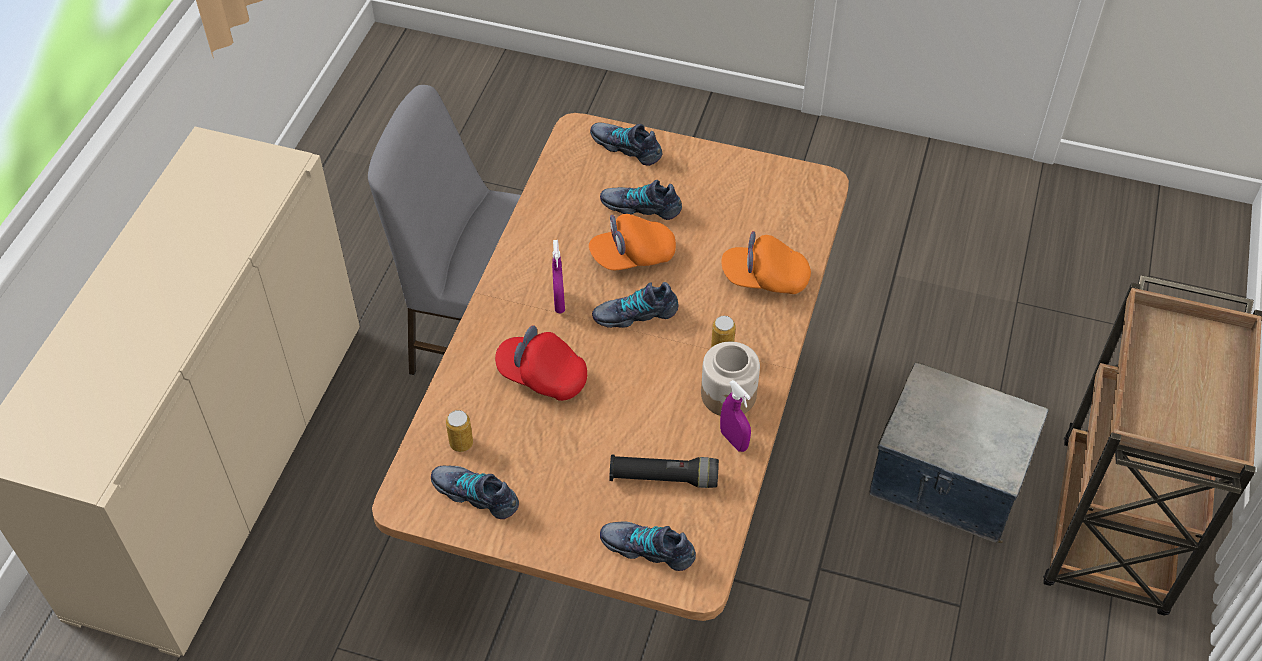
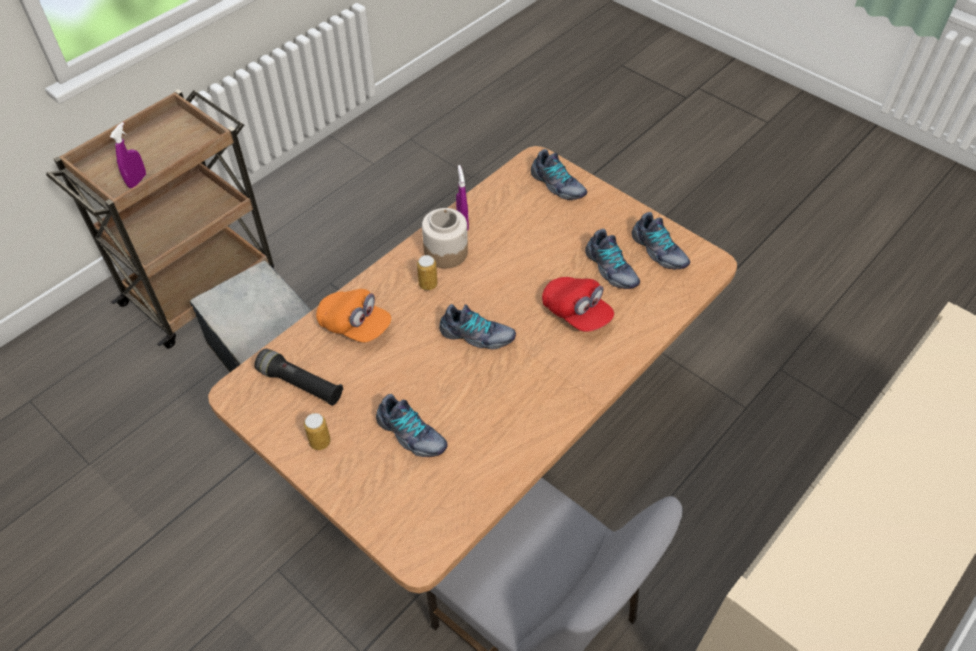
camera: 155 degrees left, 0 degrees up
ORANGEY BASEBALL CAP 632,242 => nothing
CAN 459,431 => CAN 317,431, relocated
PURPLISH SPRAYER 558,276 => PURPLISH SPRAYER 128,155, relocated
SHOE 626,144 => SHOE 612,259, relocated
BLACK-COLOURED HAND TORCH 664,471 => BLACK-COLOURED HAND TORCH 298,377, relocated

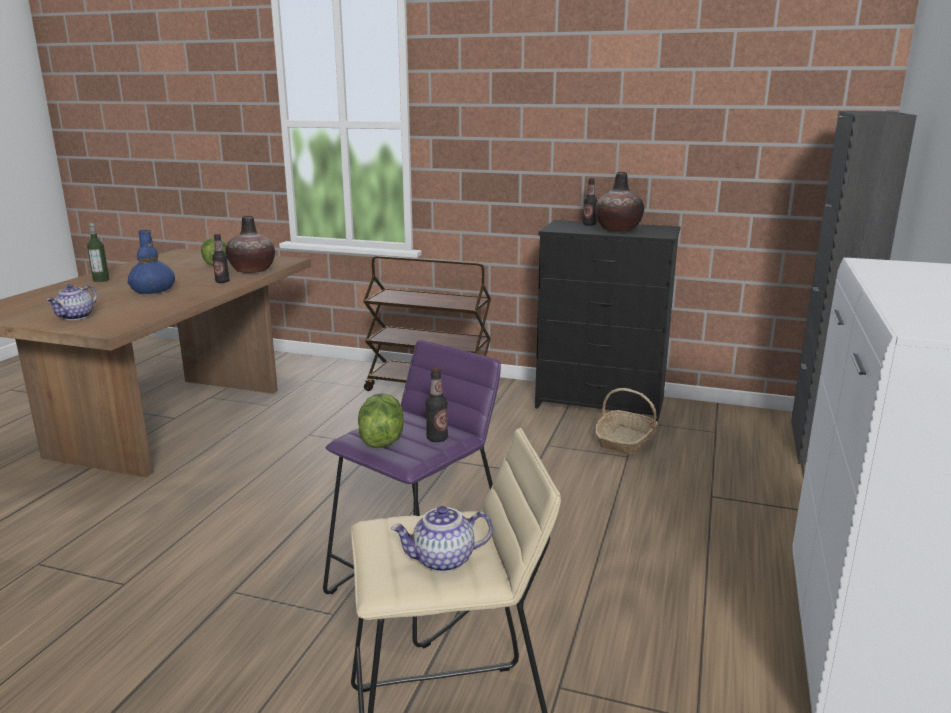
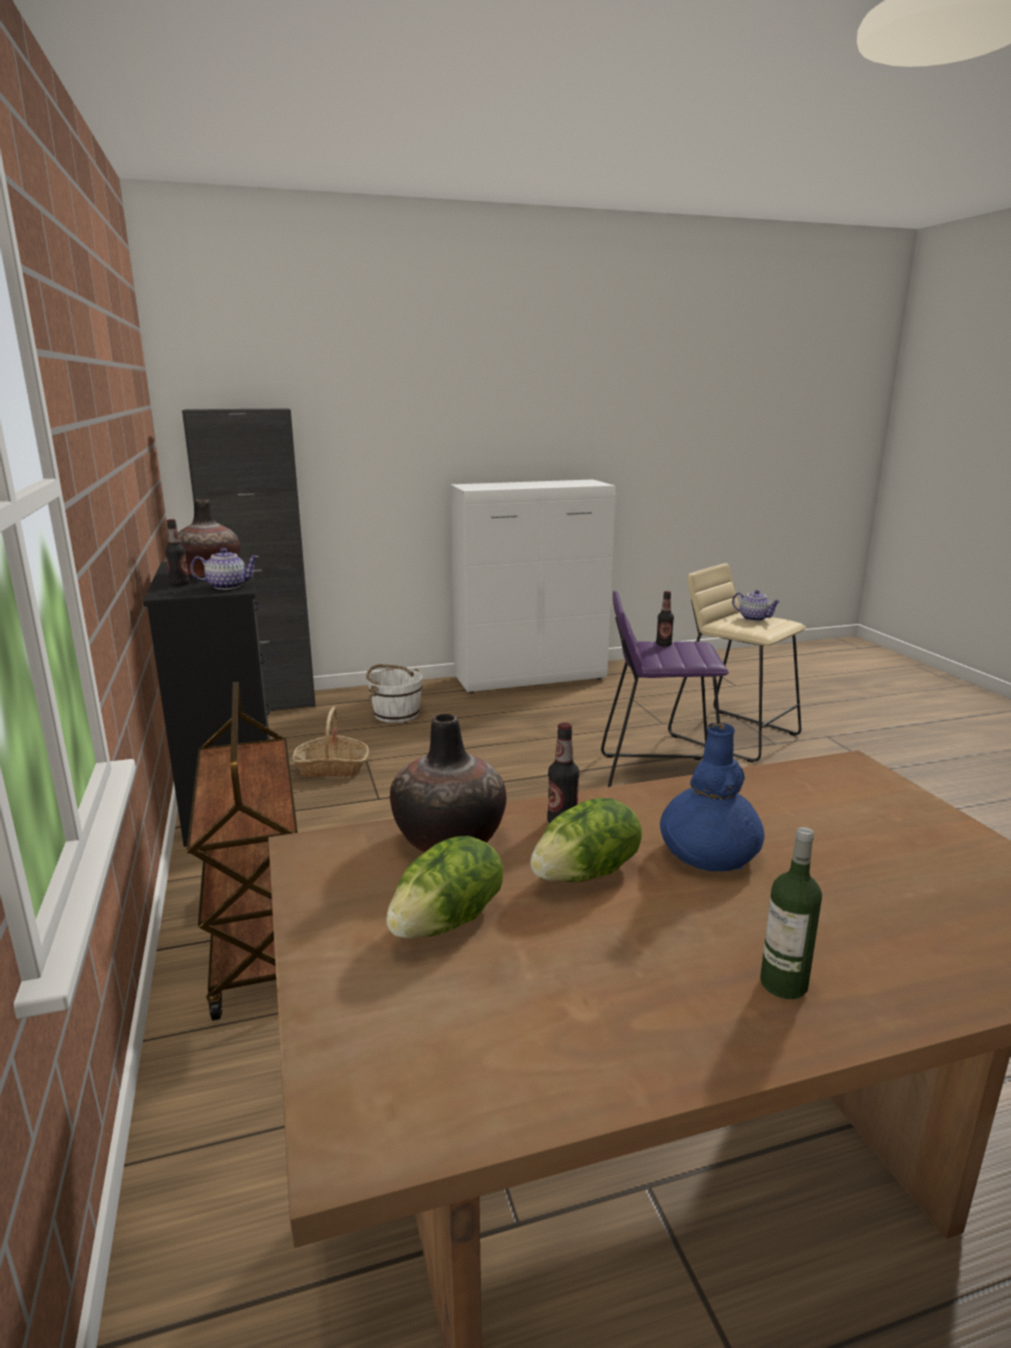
camera: 125 degrees left, 0 degrees up
nothing => WHITE BUCKET 394,693
TEAPOT 71,302 => TEAPOT 224,569, relocated
LETTUCE 381,420 => LETTUCE 586,840, relocated

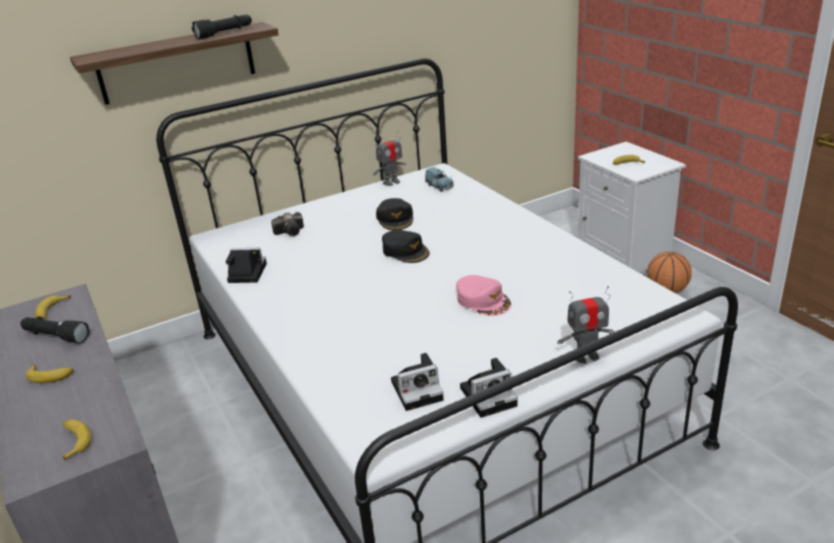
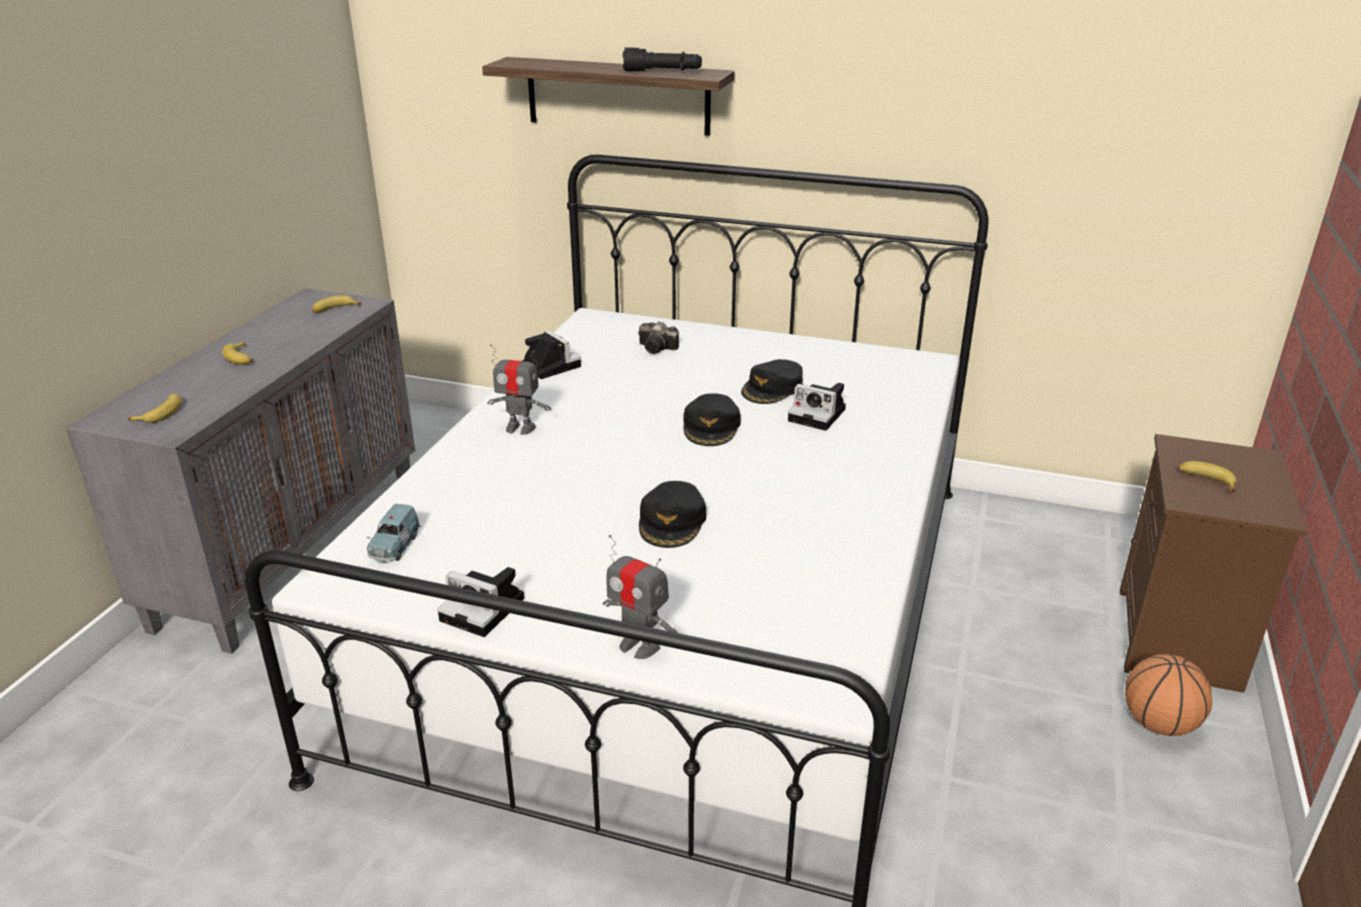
camera: 45 degrees right, 0 degrees up
BLACK-COLOURED HAND TORCH 55,330 => nothing
MODEL ROBOT 389,158 => MODEL ROBOT 519,389, relocated
PHOTO CAMERA 417,382 => PHOTO CAMERA 817,407, relocated
BLUE-COLOURED TOY CAR 439,179 => BLUE-COLOURED TOY CAR 394,533, relocated
PINK BASEBALL CAP 483,295 => BLACK-COLOURED BASEBALL CAP 672,514
WHITE BEDSIDE TABLE 632,207 => BROWN BEDSIDE TABLE 1214,563

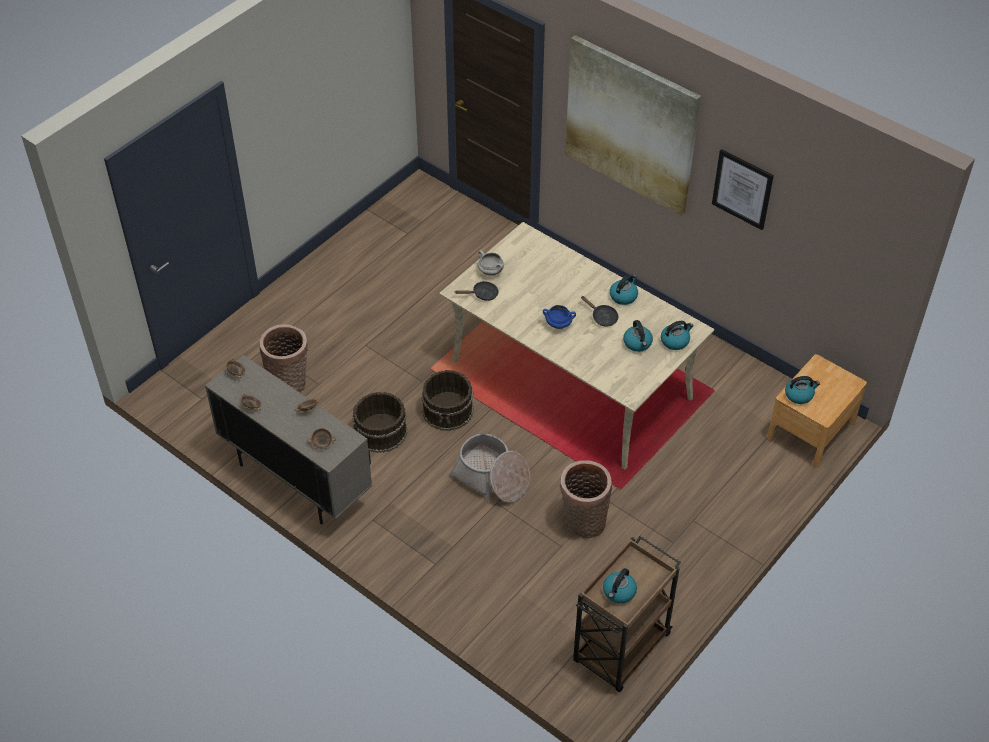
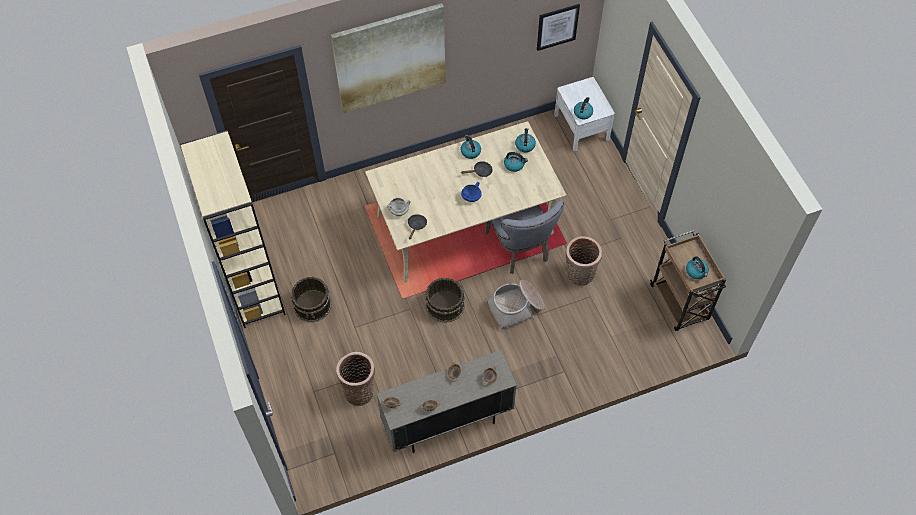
camera: 60 degrees left, 10 degrees up
nothing => BEIGE-COLOURED SHELVING UNIT 233,229
nothing => GRAY PLAIN CHAIR 524,237
BROWN BUCKET 380,422 => BROWN BUCKET 311,299, relocated
WALL ART 743,189 => WALL ART 558,27, relocated
BROWN BEDSIDE TABLE 817,411 => WHITE BEDSIDE TABLE 584,114

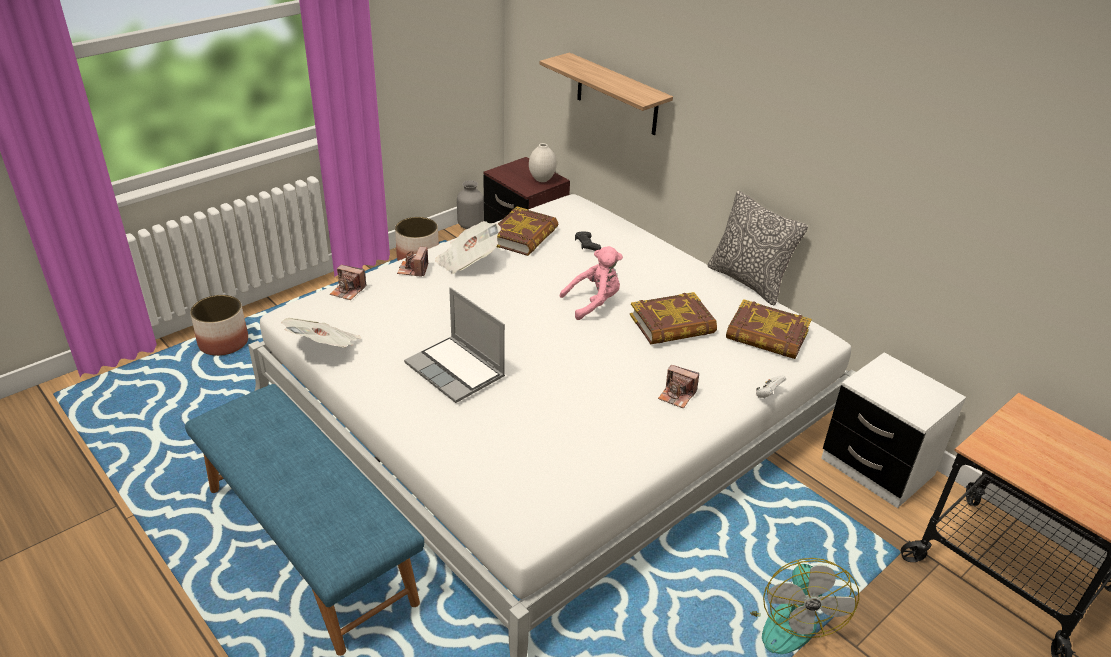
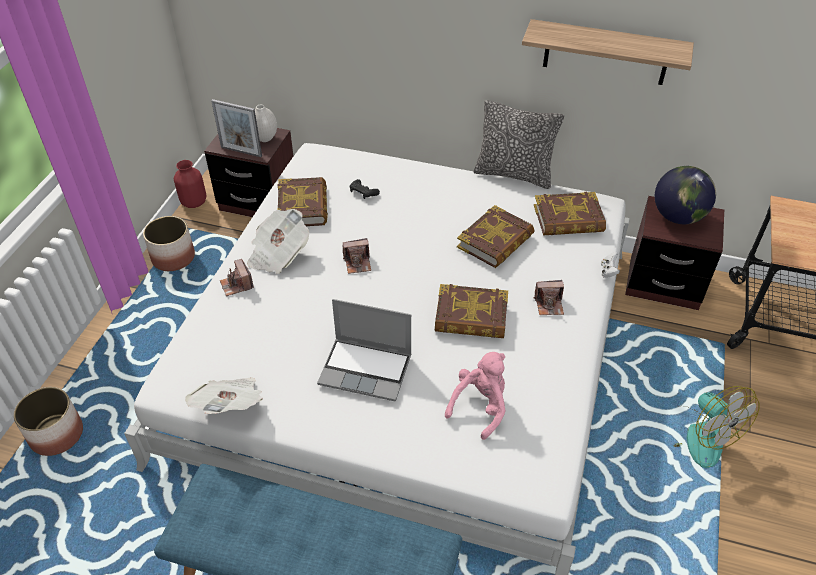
camera: 30 degrees left, 10 degrees up
nothing => PICTURE FRAME 236,128
nothing => VOLUME 471,311
nothing => DESK GLOBE 685,195
PHOTO CAMERA 348,282 => PHOTO CAMERA 356,256, relocated
BRACKET SHELF 606,94 => BRACKET SHELF 608,52, relocated
PINK PLUSH TOY 591,283 => PINK PLUSH TOY 475,396, relocated
GRAY DECORATIVE VASE 470,204 => RED-COLOURED DECORATIVE VASE 190,184
WHITE BEDSIDE TABLE 893,430 => BROWN BEDSIDE TABLE 674,253

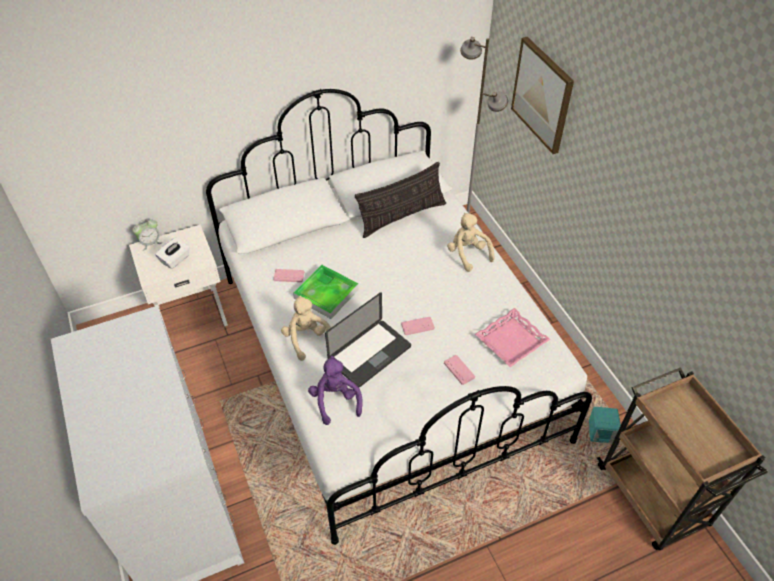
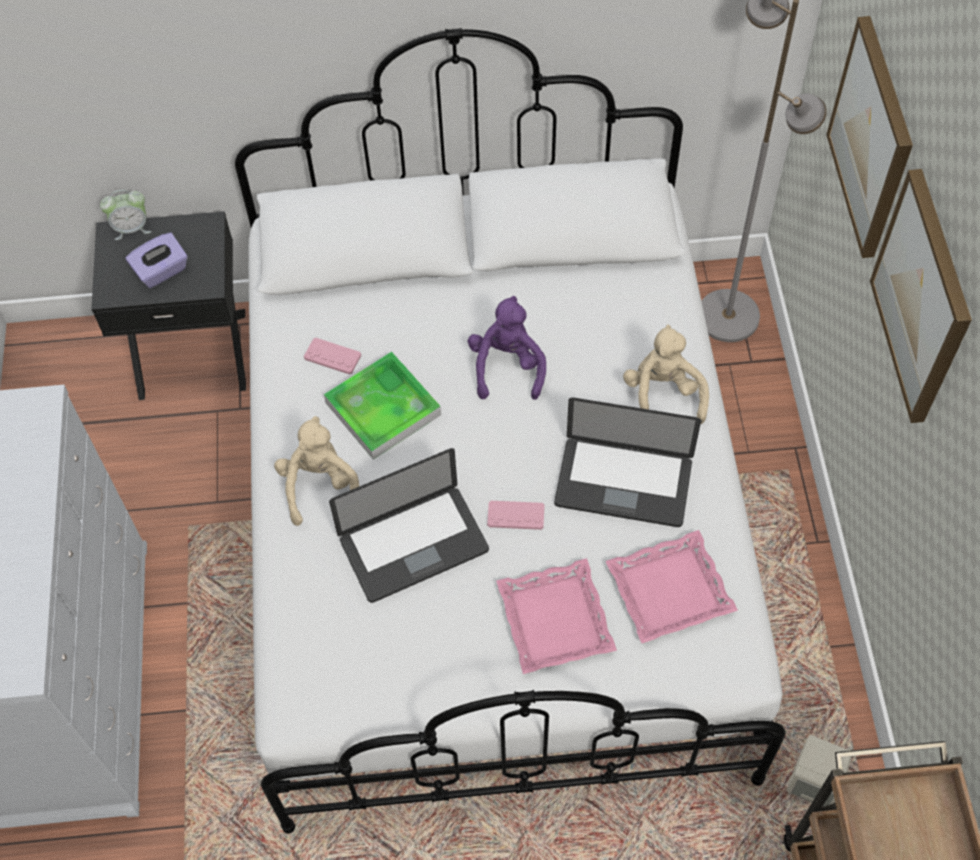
camera: 20 degrees right, 10 degrees up
CUSHION 400,200 => nothing
nothing => PORTABLE COMPUTER 627,462
nothing => WALL ART 921,296
PURPLISH PLUSH TOY 335,390 => PURPLISH PLUSH TOY 507,348, relocated
PINK GAMEPAD 459,370 => PINK SERVING TRAY 556,616
WHITE BEDSIDE TABLE 178,282 => BLACK-COLOURED BEDSIDE TABLE 168,305
WHITE TISSUE BOX 172,253 => PURPLISH TISSUE BOX 157,260
TURQUOISE-COLOURED SPEAKER 605,425 => BEIGE-COLOURED SPEAKER 819,771

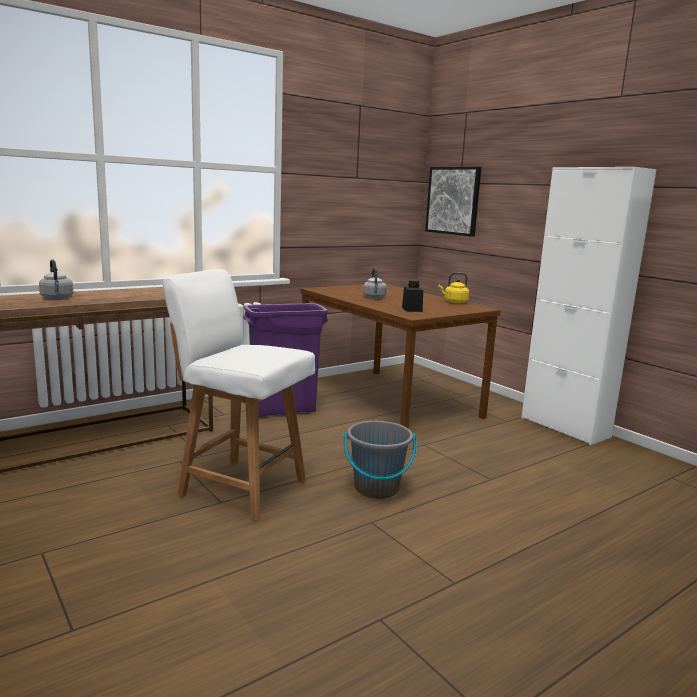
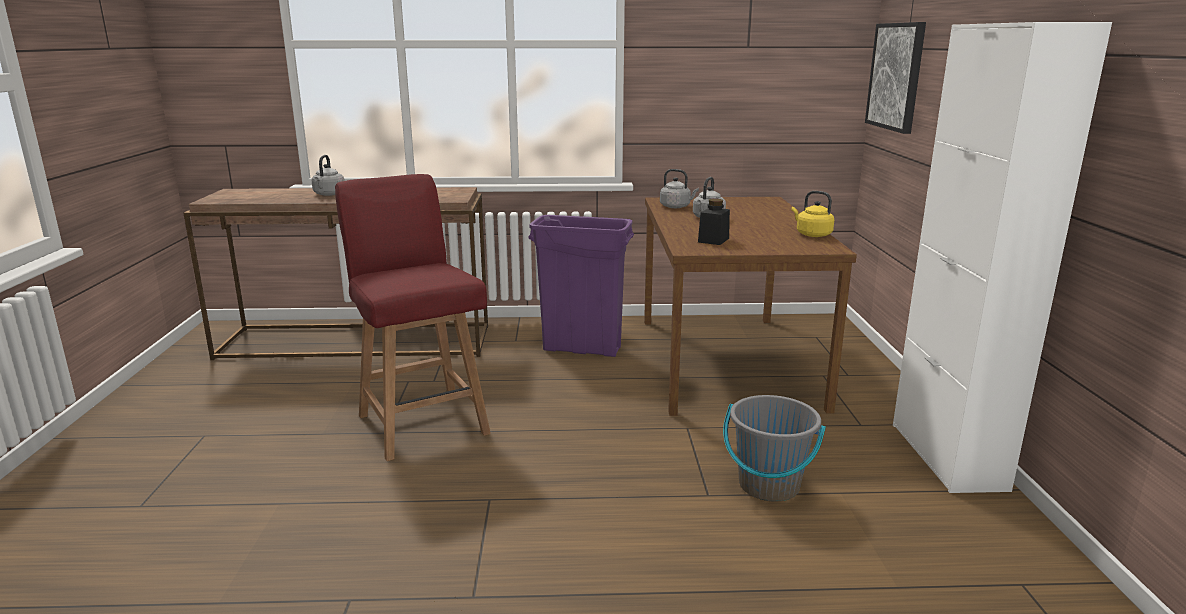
camera: 35 degrees right, 5 degrees up
nothing => GRAY WATER KETTLE 679,188
GRAY BUCKET 380,460 => GRAY BUCKET 774,448, relocated
WHITE PLAIN CHAIR 238,395 => RED-COLOURED PLAIN CHAIR 413,317

